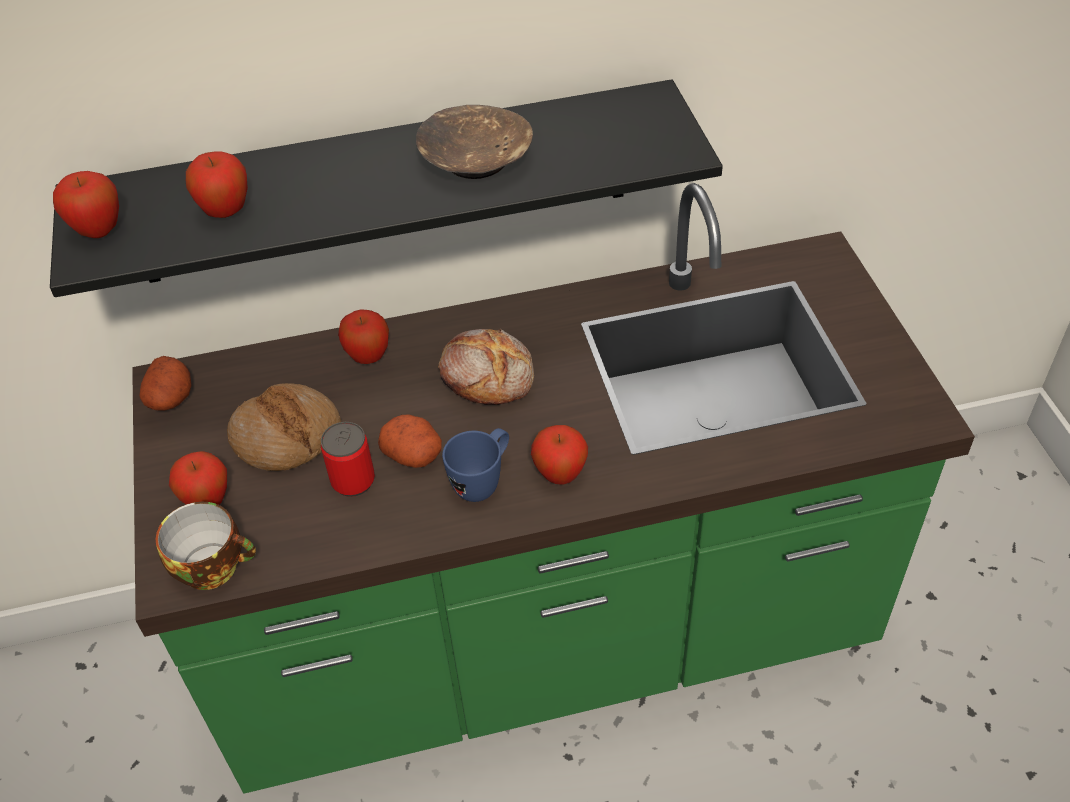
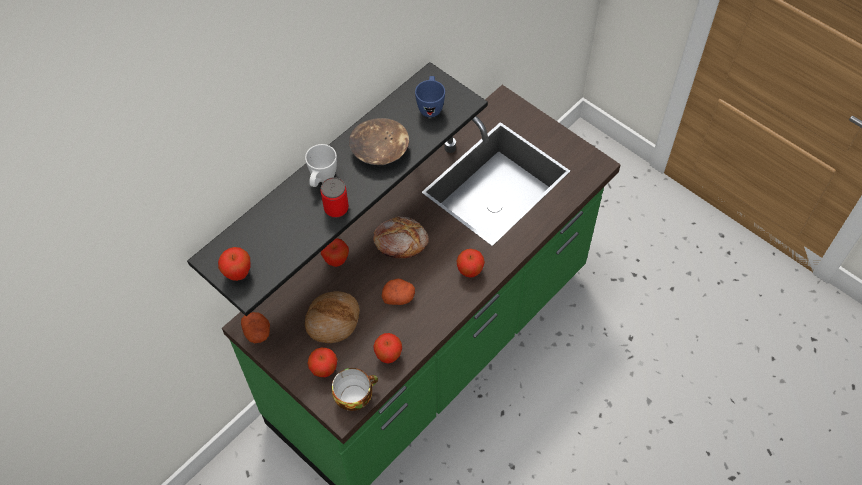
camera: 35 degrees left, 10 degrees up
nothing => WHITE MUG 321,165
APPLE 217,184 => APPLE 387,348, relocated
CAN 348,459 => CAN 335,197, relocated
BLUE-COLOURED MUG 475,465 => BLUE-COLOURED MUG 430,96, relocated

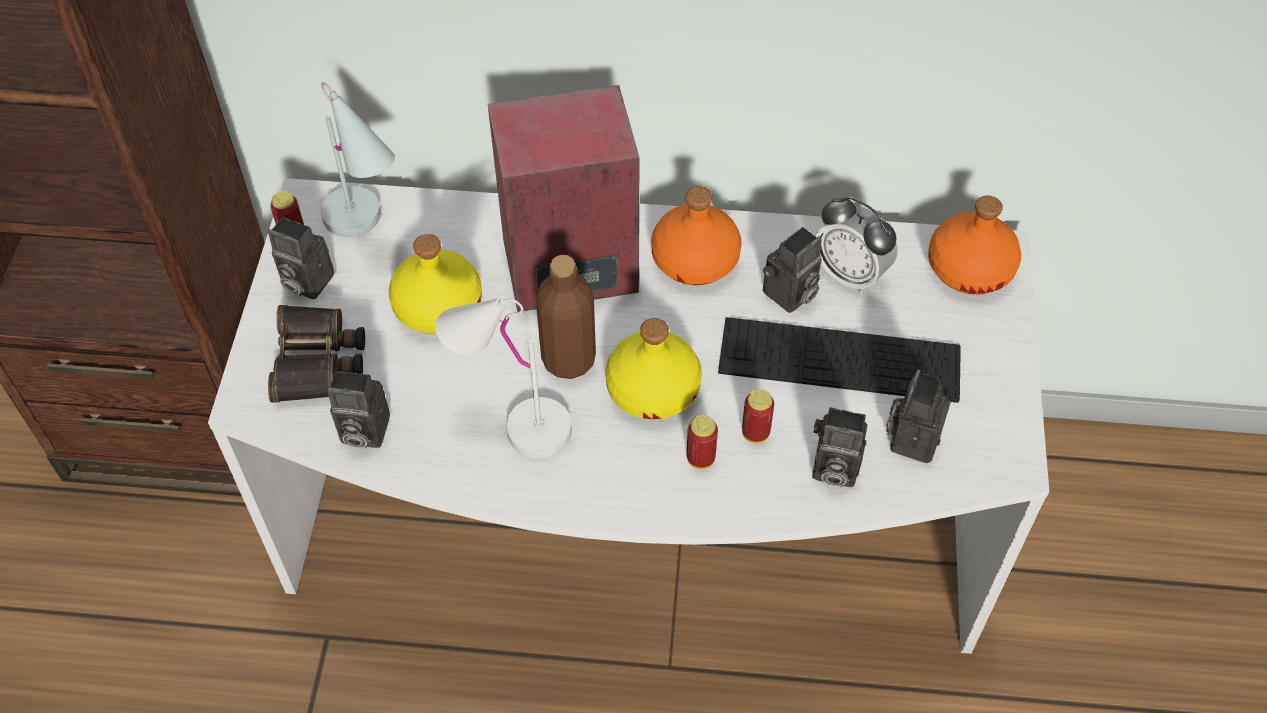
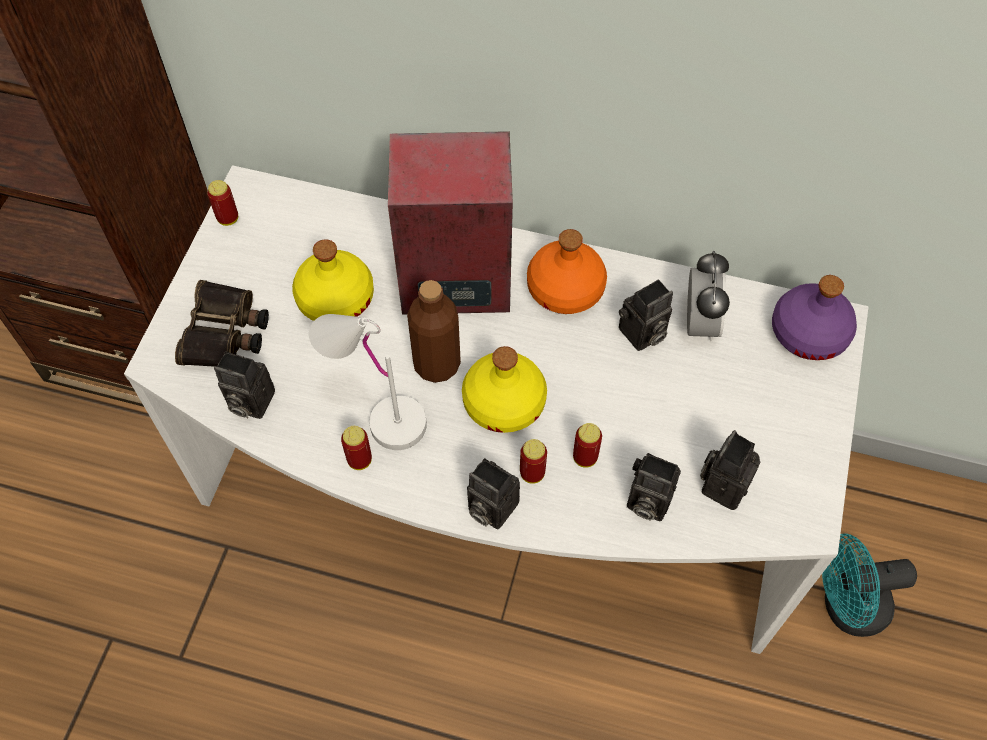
camera: 10 degrees right, 5 degrees up
WHITE TABLETOP LAMP 358,159 => nothing
PC KEYBOARD 839,360 => nothing
nothing => CAN 356,448
nothing => TURQUOISE-COLOURED FAN 869,585
PHOTO CAMERA 301,258 => PHOTO CAMERA 493,493, relocated
ORANGEY BEVERAGE BOTTLE 974,245 => PURPLISH BEVERAGE BOTTLE 814,317
ALARM CLOCK 856,245 => ALARM CLOCK 708,296, 135 degrees counterclockwise

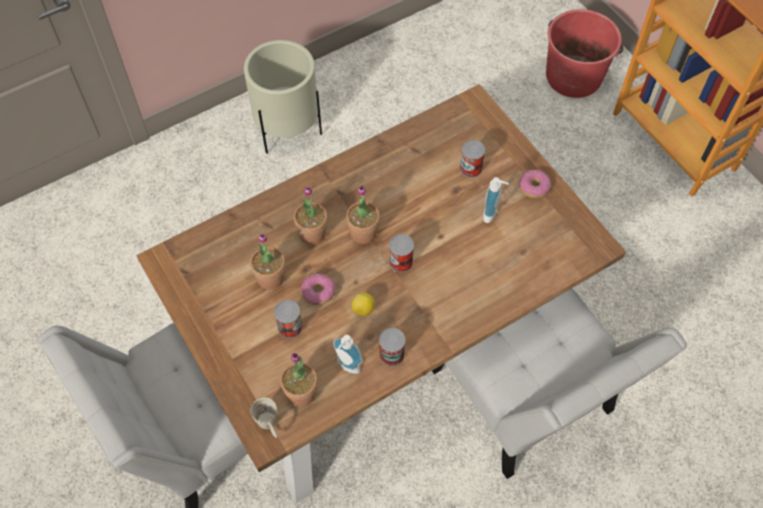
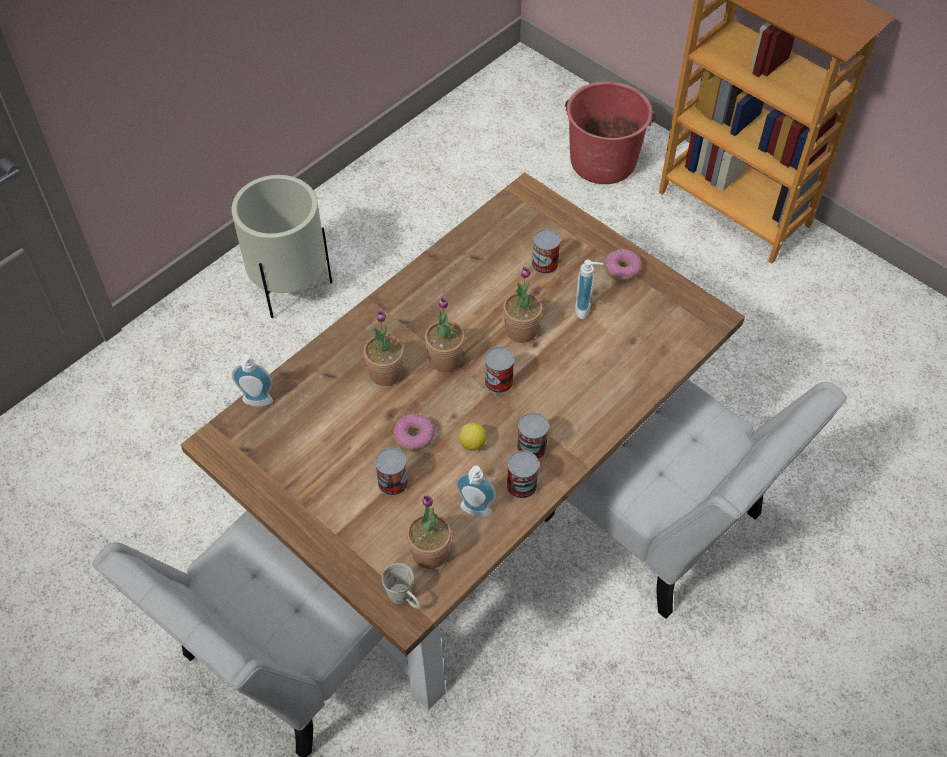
camera: 15 degrees left, 5 degrees down
nothing => LIQUID SOAP BOTTLE 252,380
nothing => CAN 533,436
POTTED PLANT 267,261 => POTTED PLANT 523,305, relocated

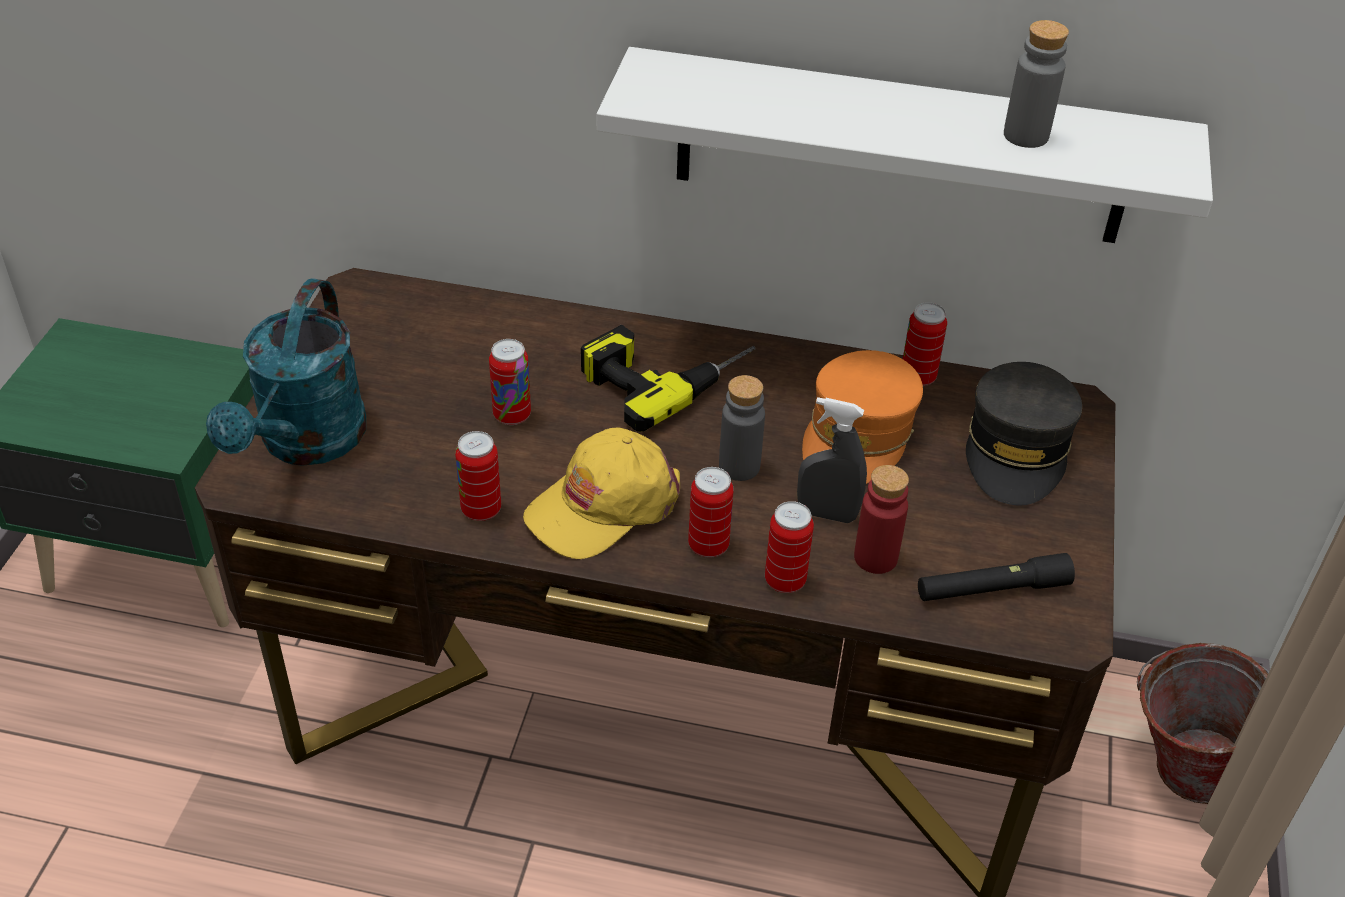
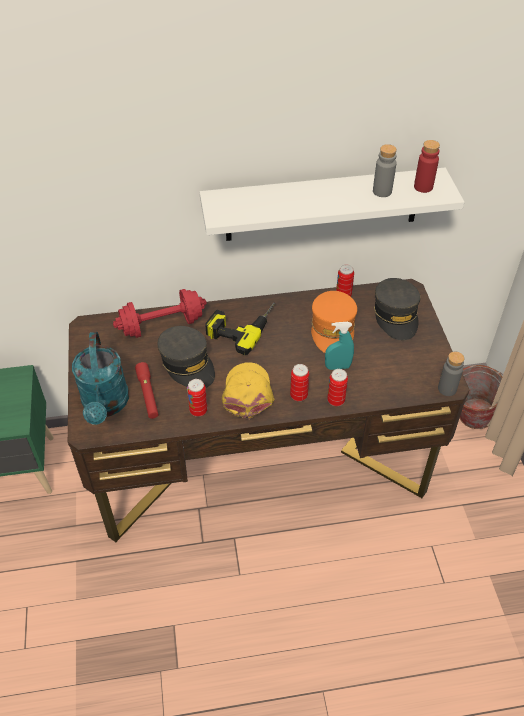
camera: 20 degrees left, 5 degrees up
BLACK-COLOURED HAND TORCH 996,577 => nothing
nothing => RED-COLOURED FREE WEIGHT 160,313
nothing => RED-COLOURED HAND TORCH 146,390
GRAY BEVERAGE BOTTLE 742,428 => GRAY BEVERAGE BOTTLE 451,374, relocated
RED-COLOURED BEVERAGE BOTTLE 881,519 => RED-COLOURED BEVERAGE BOTTLE 427,166, relocated
CAN 510,382 => GRAY BASEBALL CAP 186,357
GRAY SPRAYER 832,460 => TURQUOISE-COLOURED SPRAYER 339,346
YELLOWISH BASEBALL CAP 601,493 => YELLOWISH BASEBALL CAP 248,390, 150 degrees clockwise

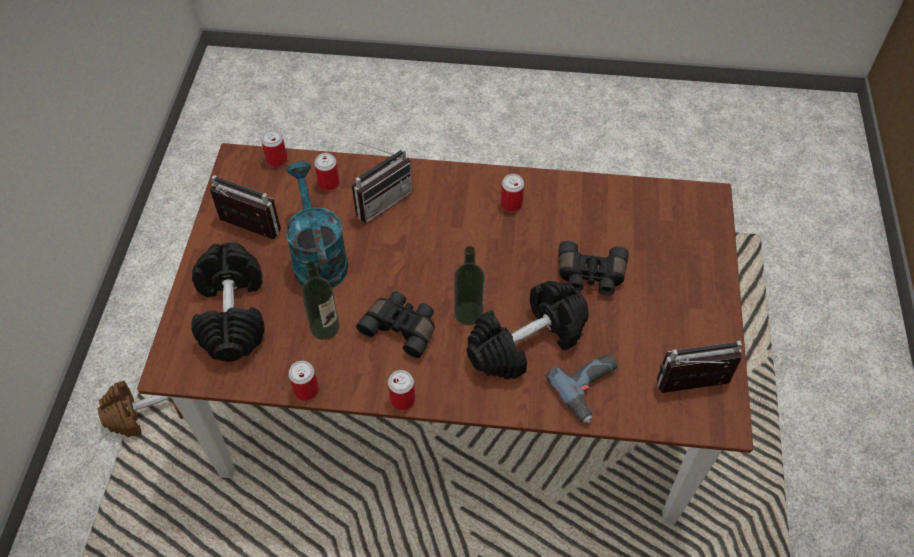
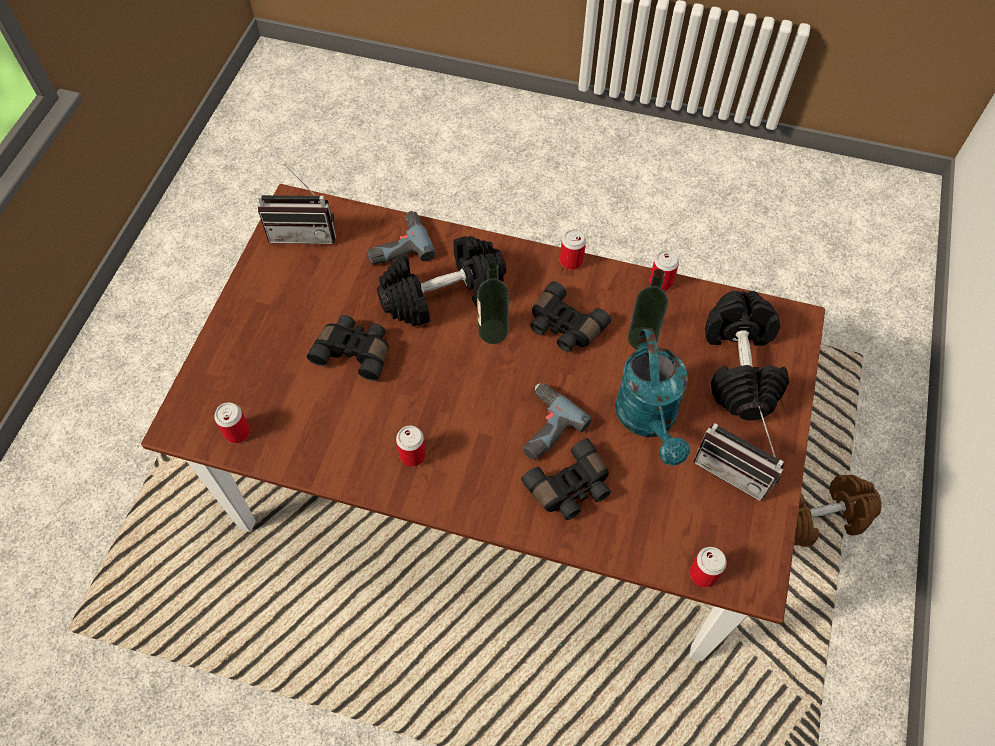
camera: 170 degrees left, 5 degrees up
nothing => ELECTRIC DRILL 557,421
CAN 327,172 => CAN 232,423, relocated
RADIO SET 382,182 => BLACK-COLOURED BINOCULARS 566,479

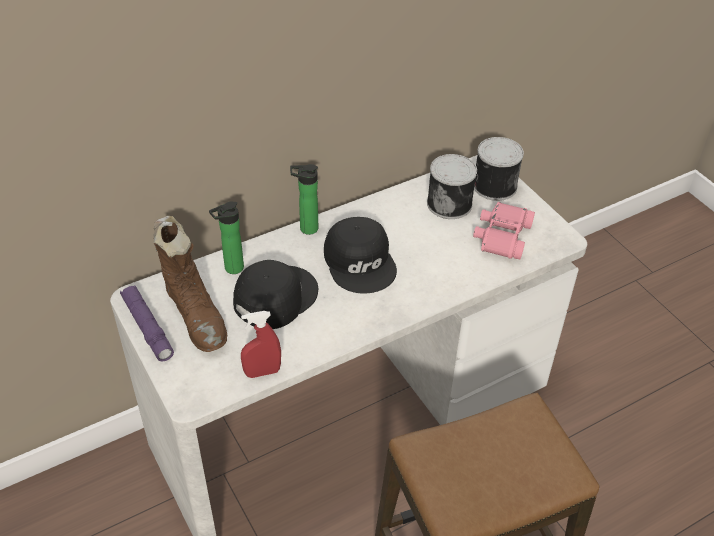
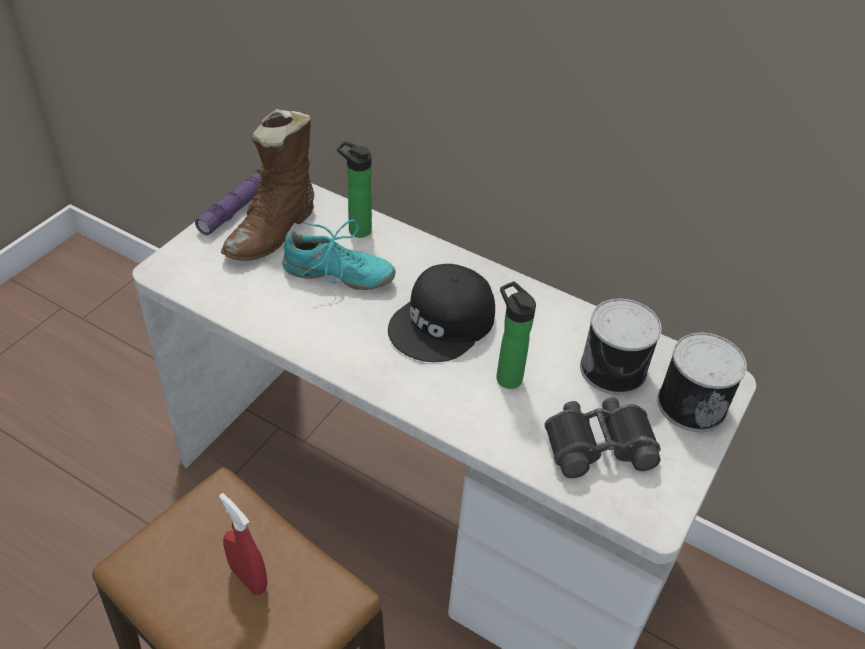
camera: 60 degrees right, 0 degrees up
RED-COLOURED SPRAYER 261,344 => RED-COLOURED SPRAYER 243,544, relocated
BEVERAGE BOTTLE 304,199 => BEVERAGE BOTTLE 516,335, relocated
BLACK-COLOURED BASEBALL CAP 275,294 => TURQUOISE-COLOURED SHOE 339,254
PINK BINOCULARS 504,230 => BLACK-COLOURED BINOCULARS 602,438

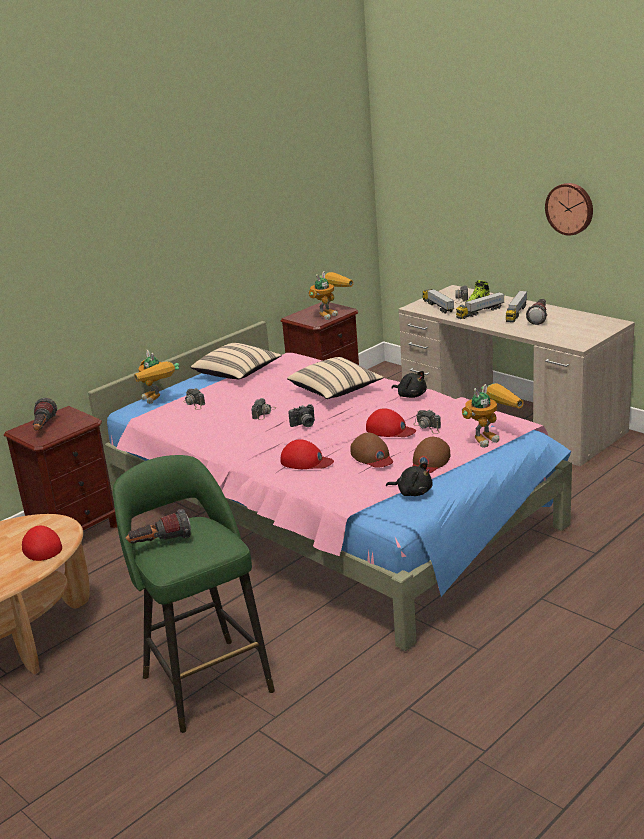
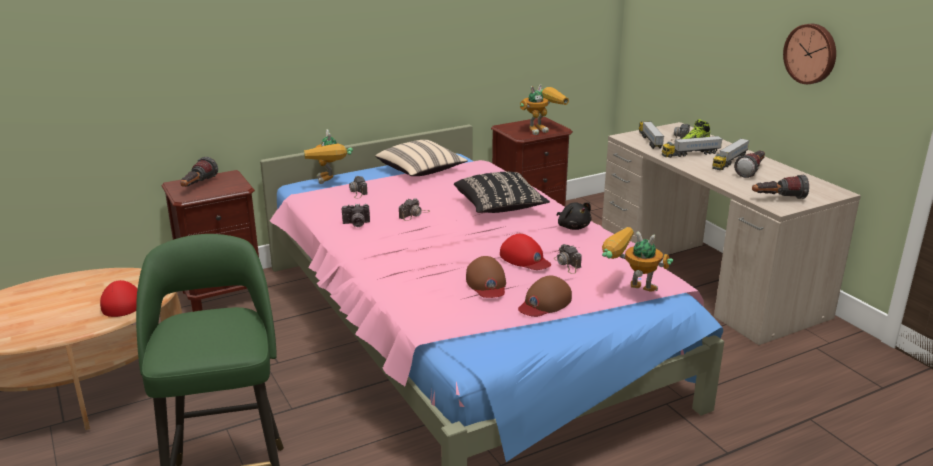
camera: 15 degrees right, 0 degrees up
RED-COLOURED BASEBALL CAP 307,454 => nothing
BLACK-COLOURED PLUSH TOY 409,479 => nothing
HAND TORCH 158,526 => HAND TORCH 780,187, relocated
PHOTO CAMERA 301,415 => PHOTO CAMERA 356,215, relocated
BEIGE-COLOURED CUSHION 335,378 => BLACK-COLOURED CUSHION 502,192
MODEL ROBOT 493,415 => MODEL ROBOT 637,259, 135 degrees counterclockwise

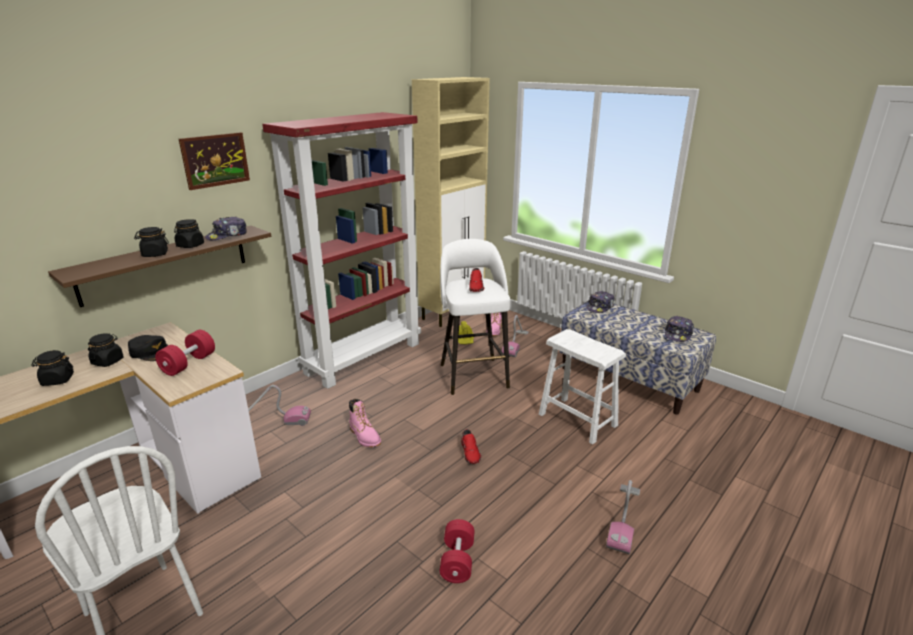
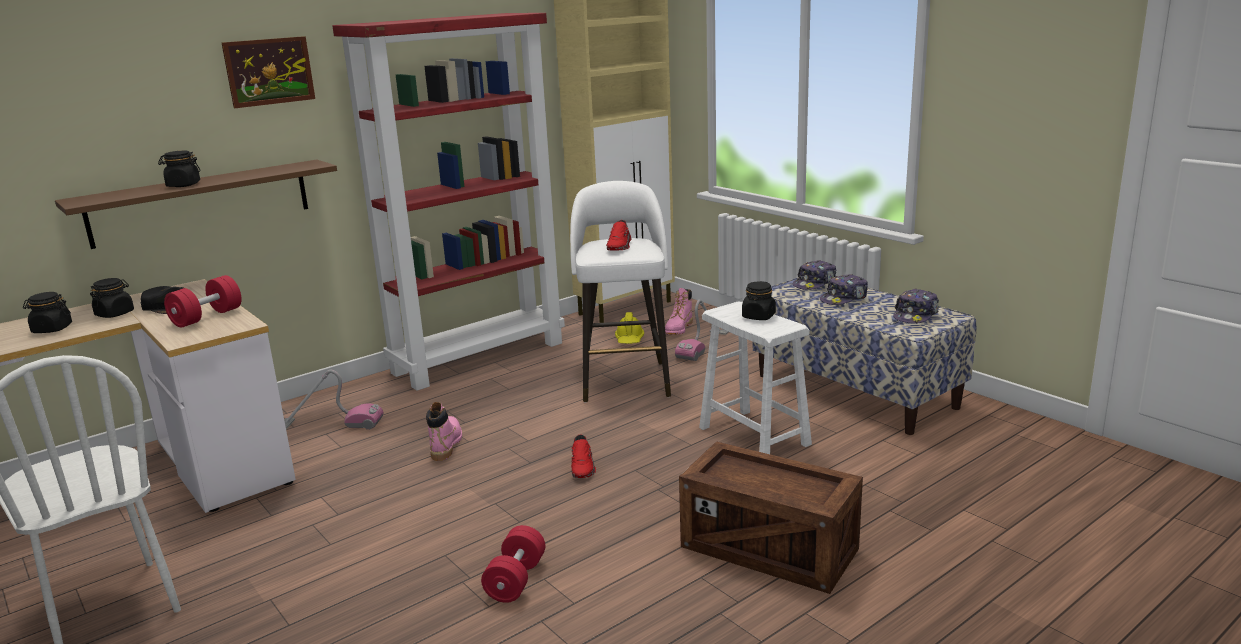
camera: 10 degrees right, 5 degrees down
BLACK-COLOURED STORAGE JAR 189,233 => BLACK-COLOURED STORAGE JAR 759,300, relocated
BASEBALL CAP 226,228 => BASEBALL CAP 844,289, relocated
VACUUM CLEANER 623,517 => SHIPPING CRATE 771,517
PINK TALL BOOT 365,423 => PINK TALL BOOT 444,431, 150 degrees counterclockwise

